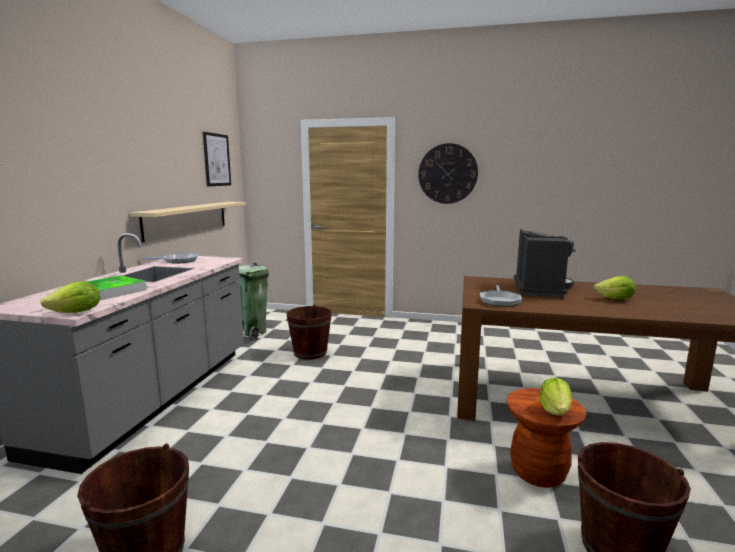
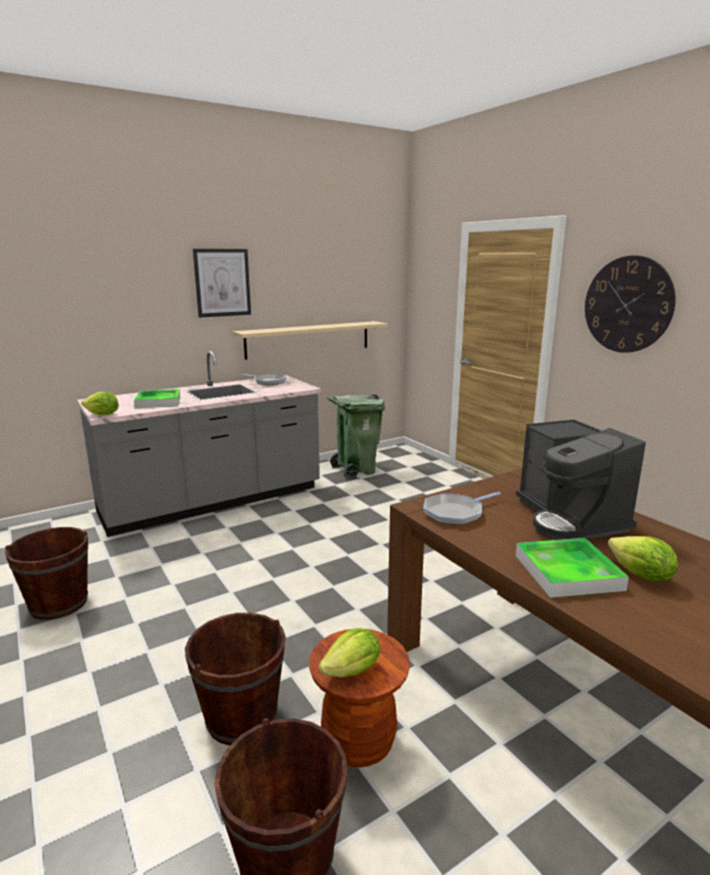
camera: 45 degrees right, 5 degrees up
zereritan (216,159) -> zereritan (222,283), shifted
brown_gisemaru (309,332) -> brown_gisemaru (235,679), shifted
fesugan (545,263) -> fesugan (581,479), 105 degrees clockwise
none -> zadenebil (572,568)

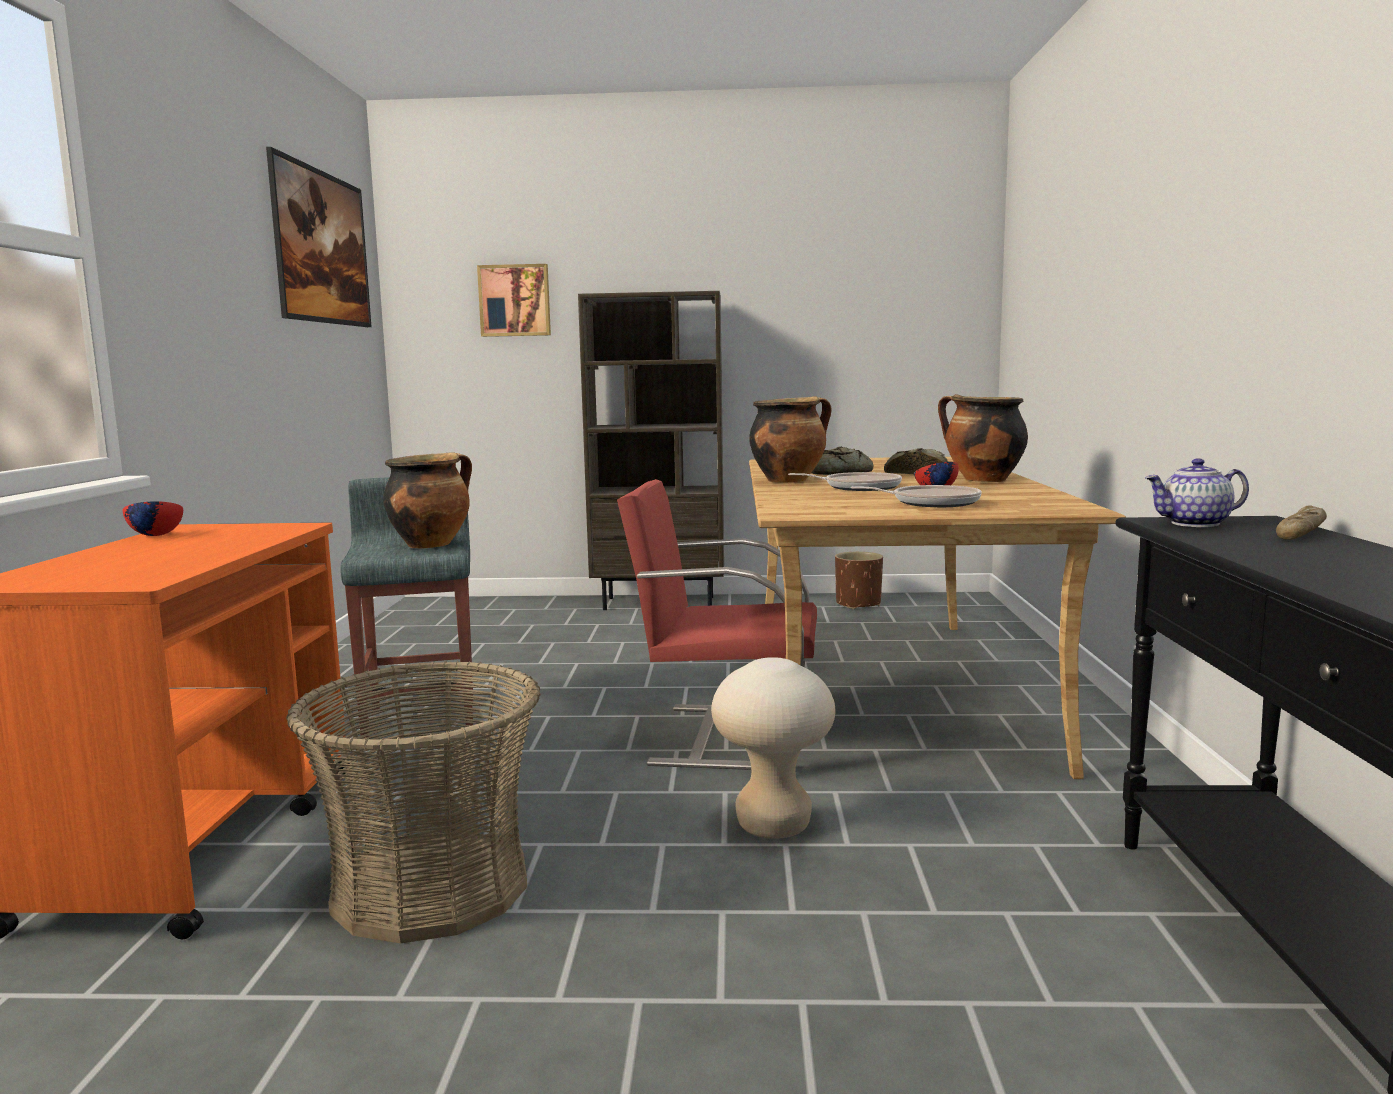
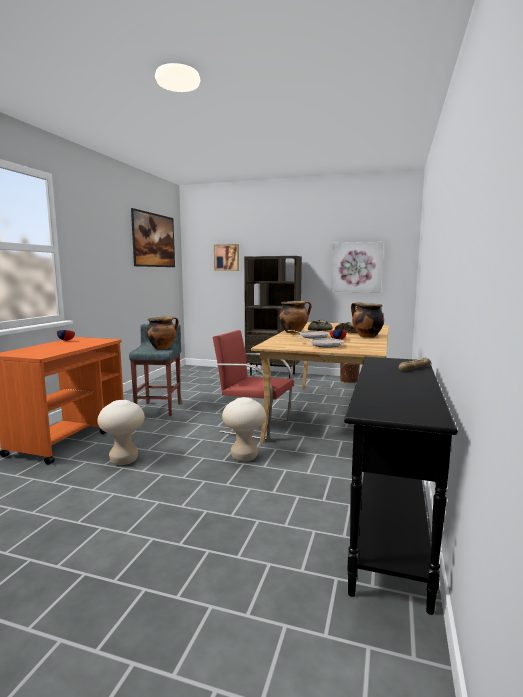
camera: 15 degrees right, 0 degrees up
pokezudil (413,802) -> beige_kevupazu (121,432)
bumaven (1197,492) -> none
none -> zereritan (357,267)

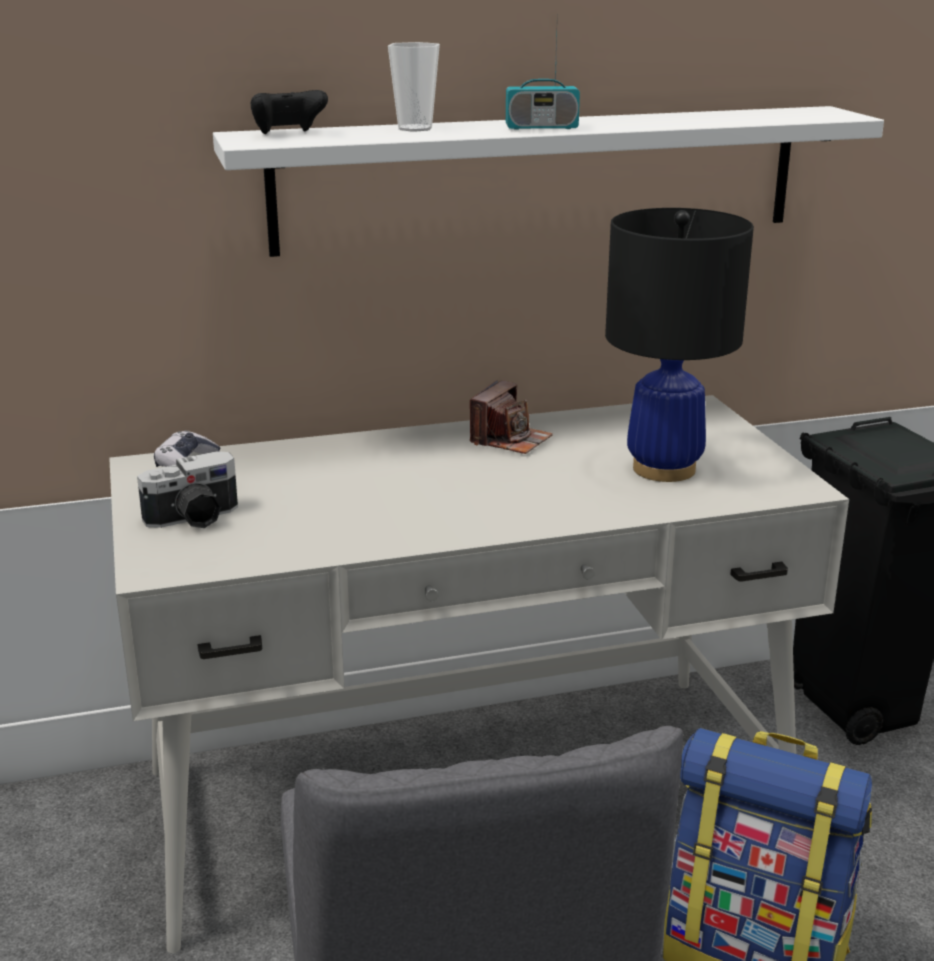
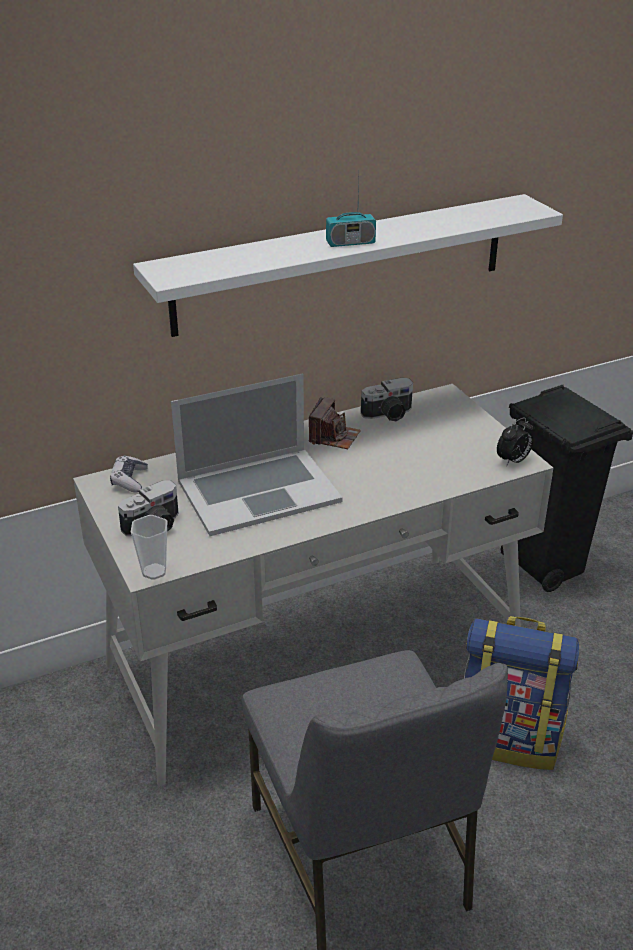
camera: 10 degrees left, 10 degrees up
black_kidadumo (289,112) -> none
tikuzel (414,87) -> tikuzel (149,547), shifted
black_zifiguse (679,345) -> none
none -> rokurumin (257,454)
none -> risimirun (387,399)
none -> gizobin (515,442)

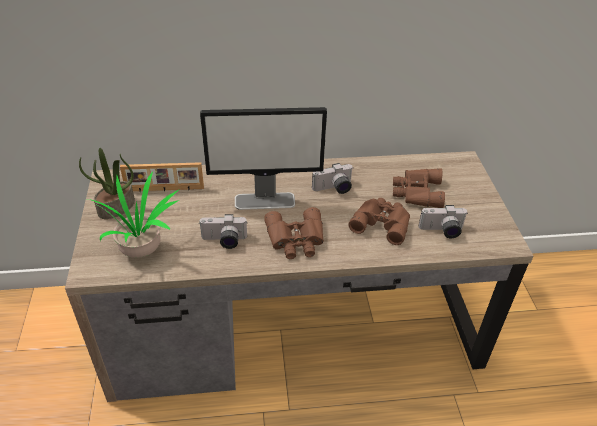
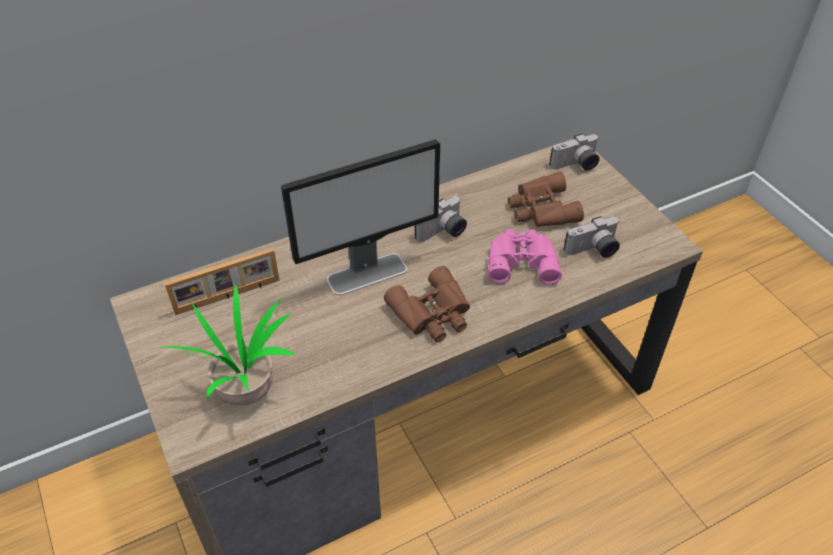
camera: 20 degrees left, 5 degrees up
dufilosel (107,183) -> none
risimirun (223,231) -> risimirun (574,152), shifted
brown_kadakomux (379,221) -> pink_kadakomux (525,257)

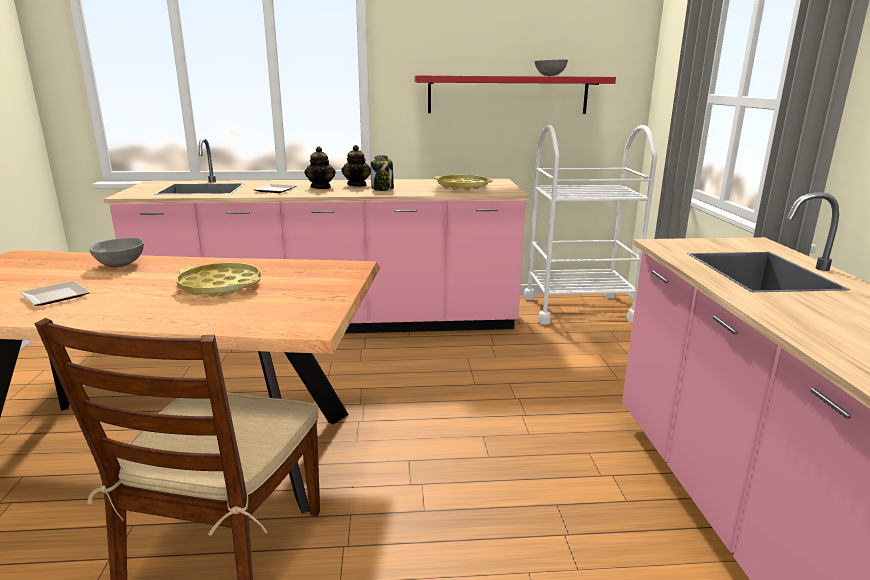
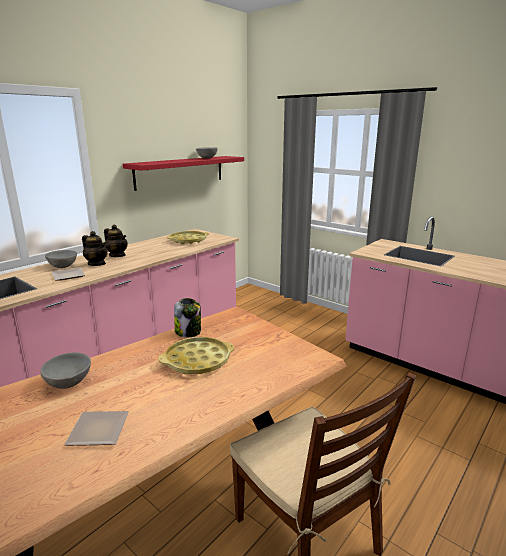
camera: 45 degrees left, 0 degrees up
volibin (382,173) -> volibin (187,317), shifted
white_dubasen (590,225) -> none
none -> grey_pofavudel (61,259)

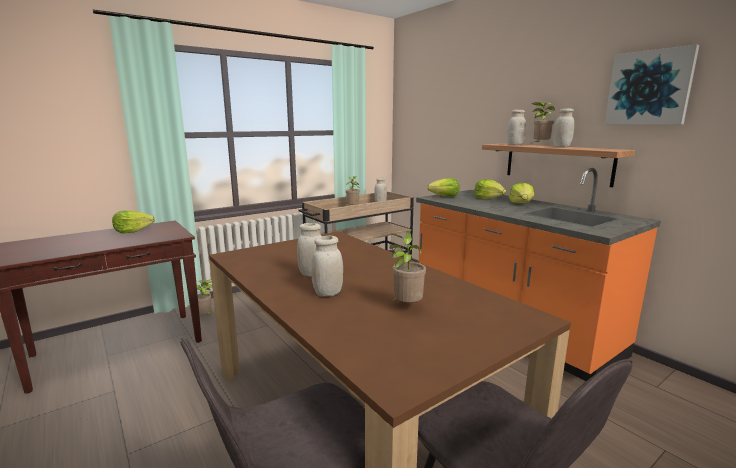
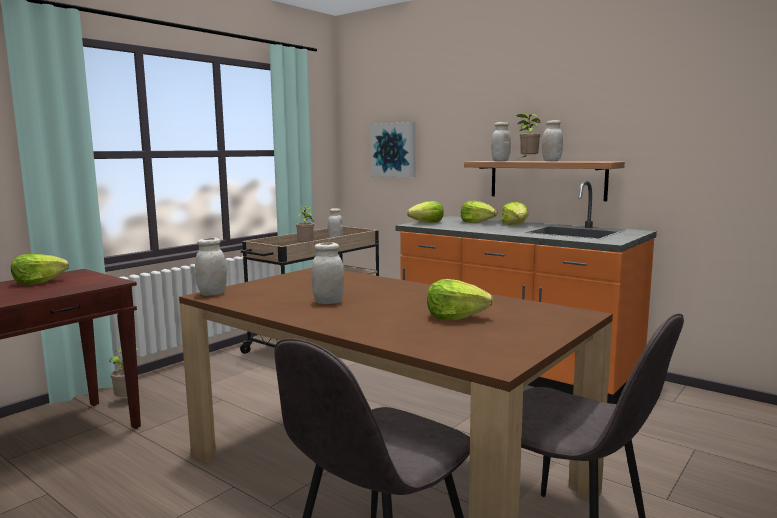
camera: 15 degrees left, 5 degrees down
white_volibin (327,266) -> white_volibin (211,267), shifted
dufilosel (408,267) -> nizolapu (460,299)
zereritan (652,84) -> zereritan (393,149), shifted

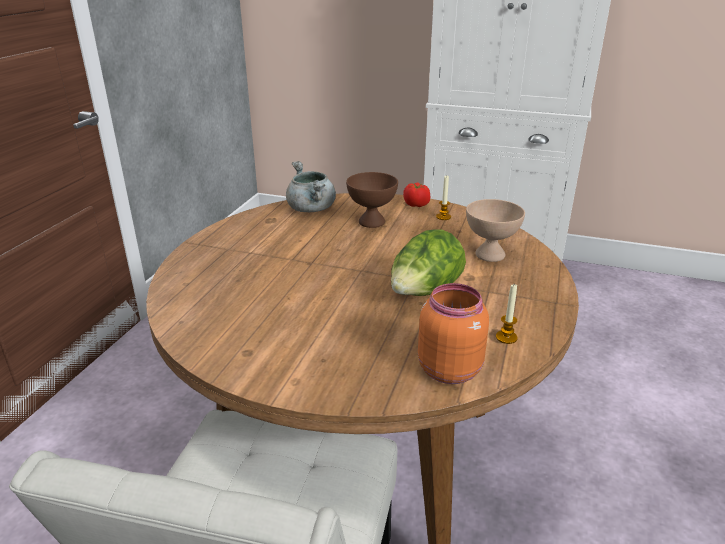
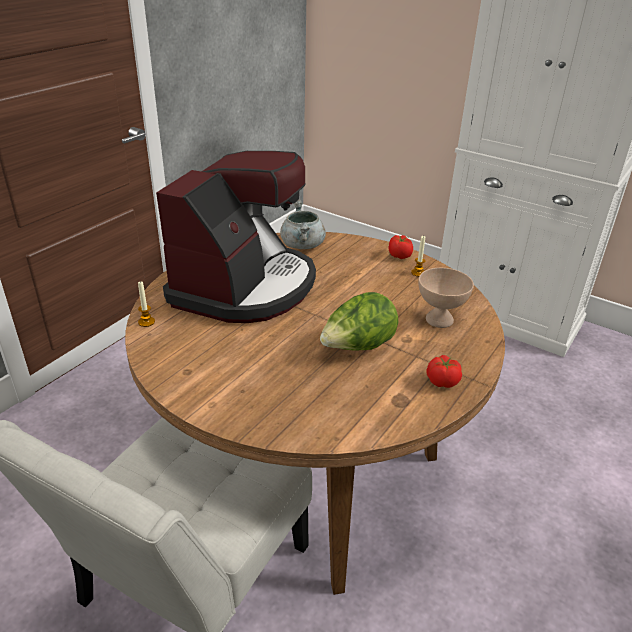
camera: 15 degrees right, 5 degrees up
brown_pofavudel (372,200) -> none
orange_volibin (453,333) -> none
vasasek (507,314) -> vasasek (146,304), shifted
none -> fesugan (236,237)
none -> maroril (444,371)

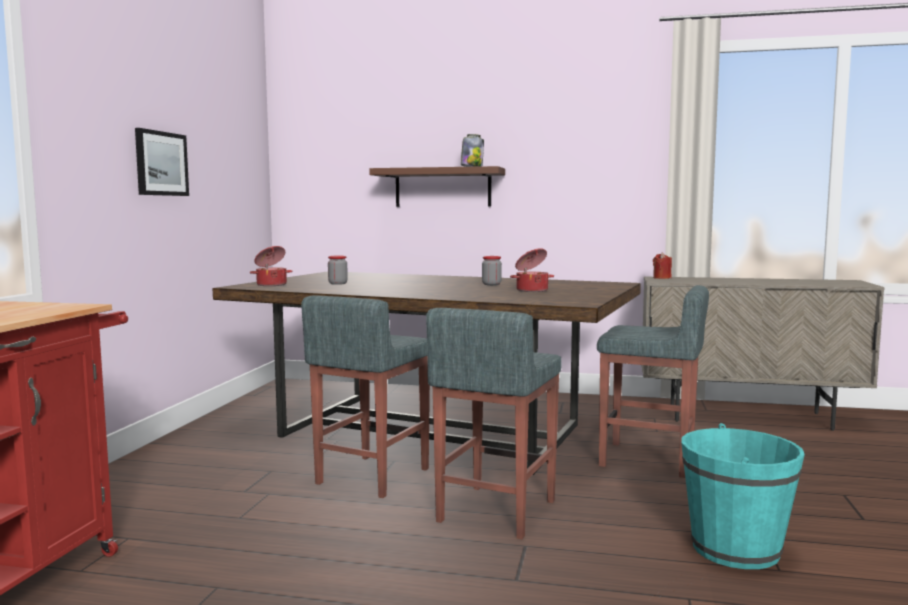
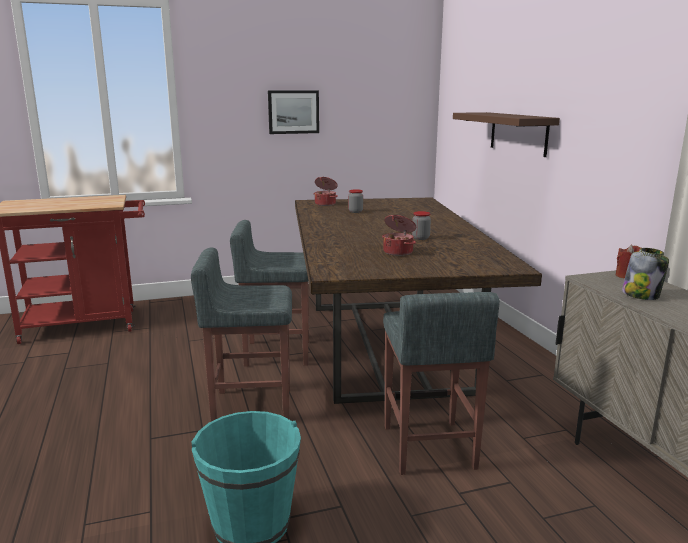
camera: 60 degrees right, 10 degrees up
volibin (472,150) -> volibin (645,274), shifted

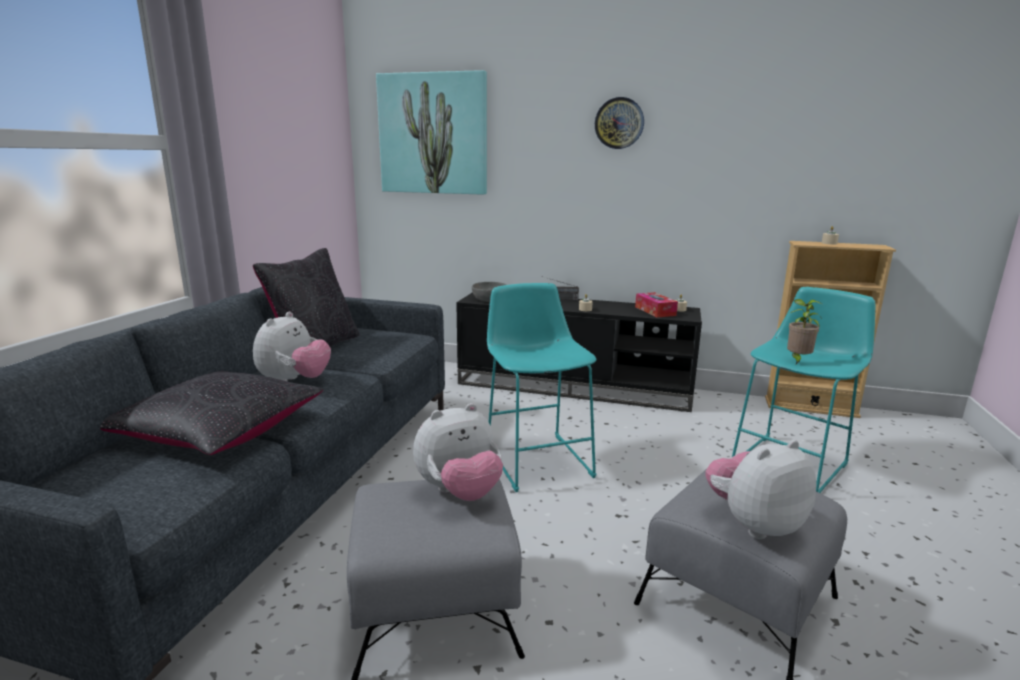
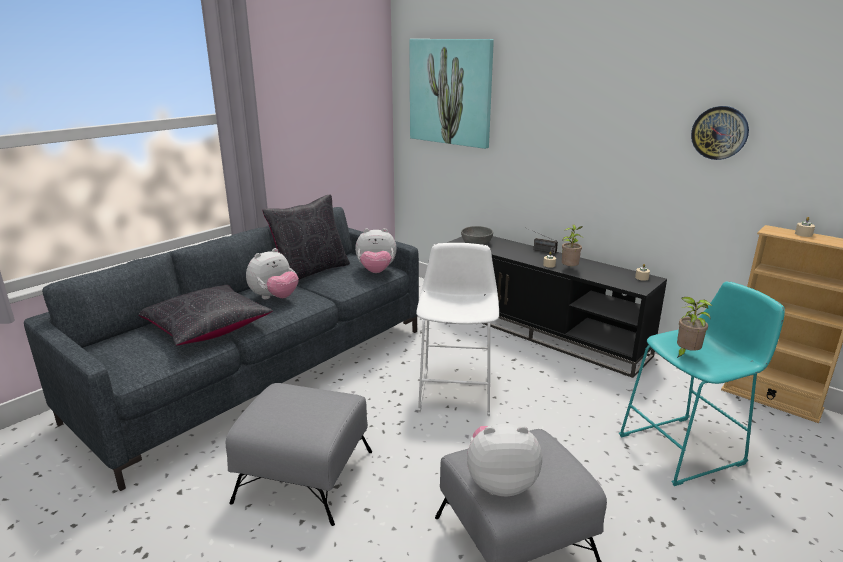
camera: 25 degrees right, 5 degrees up
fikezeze (458,452) -> fikezeze (376,250), shifted
turquoise_kevupazu (542,387) -> white_kevupazu (457,329)
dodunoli (619,123) -> dodunoli (720,133), shifted
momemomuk (656,304) -> none
none -> dufilosel (572,245)

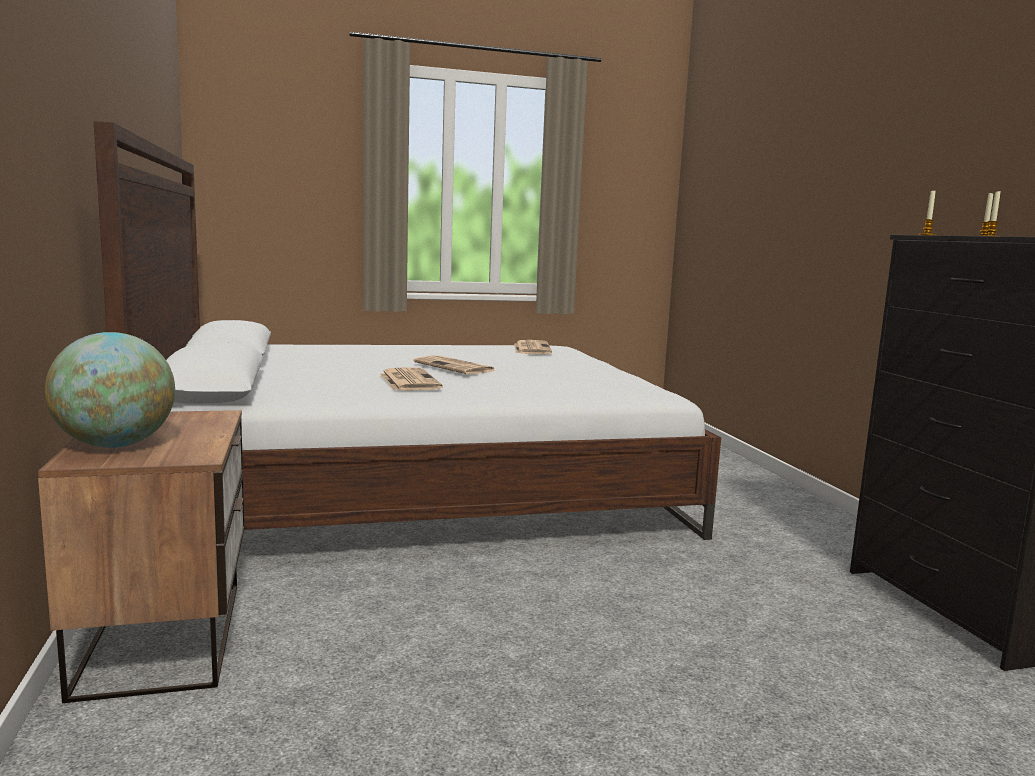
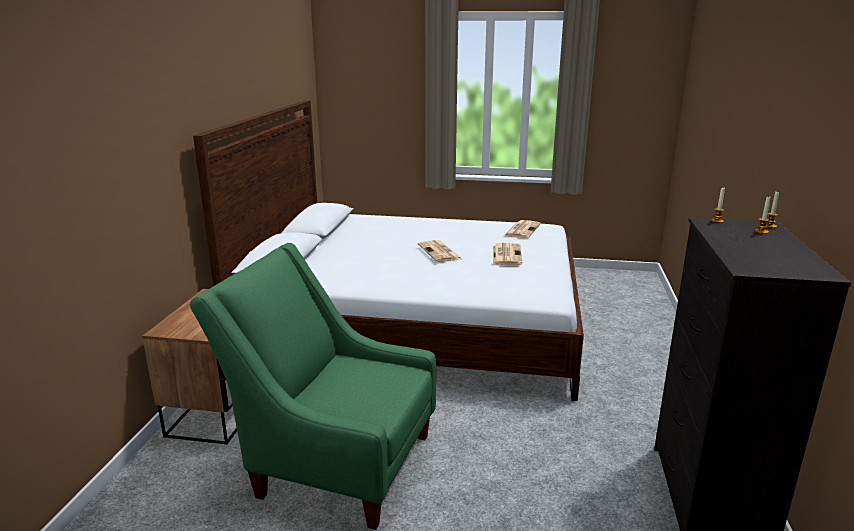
camera: 25 degrees right, 10 degrees up
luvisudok (110,390) -> none
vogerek (411,379) -> vogerek (508,254), shifted
none -> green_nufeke (313,386)

